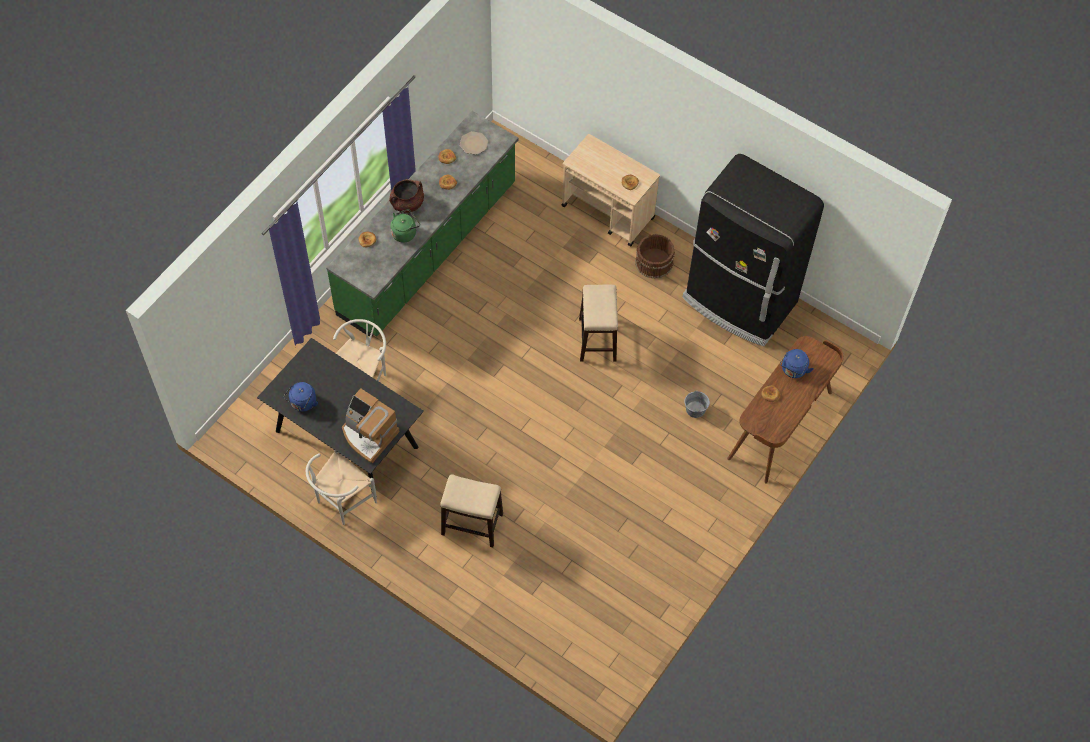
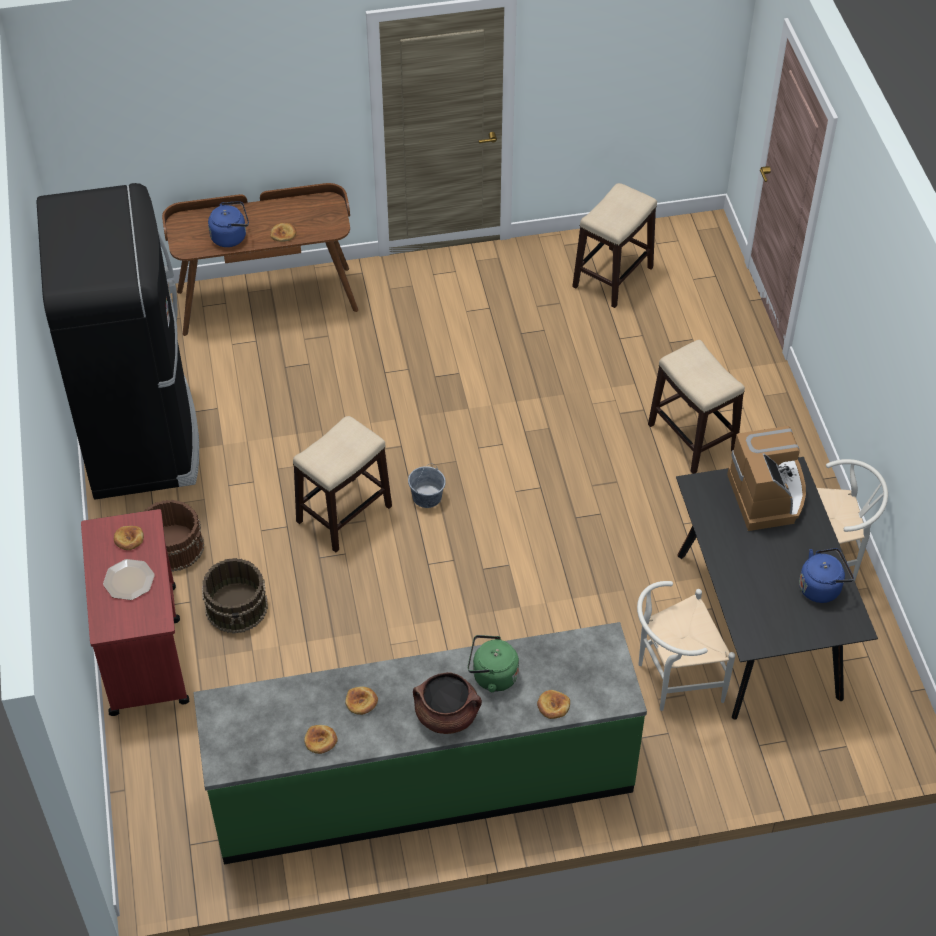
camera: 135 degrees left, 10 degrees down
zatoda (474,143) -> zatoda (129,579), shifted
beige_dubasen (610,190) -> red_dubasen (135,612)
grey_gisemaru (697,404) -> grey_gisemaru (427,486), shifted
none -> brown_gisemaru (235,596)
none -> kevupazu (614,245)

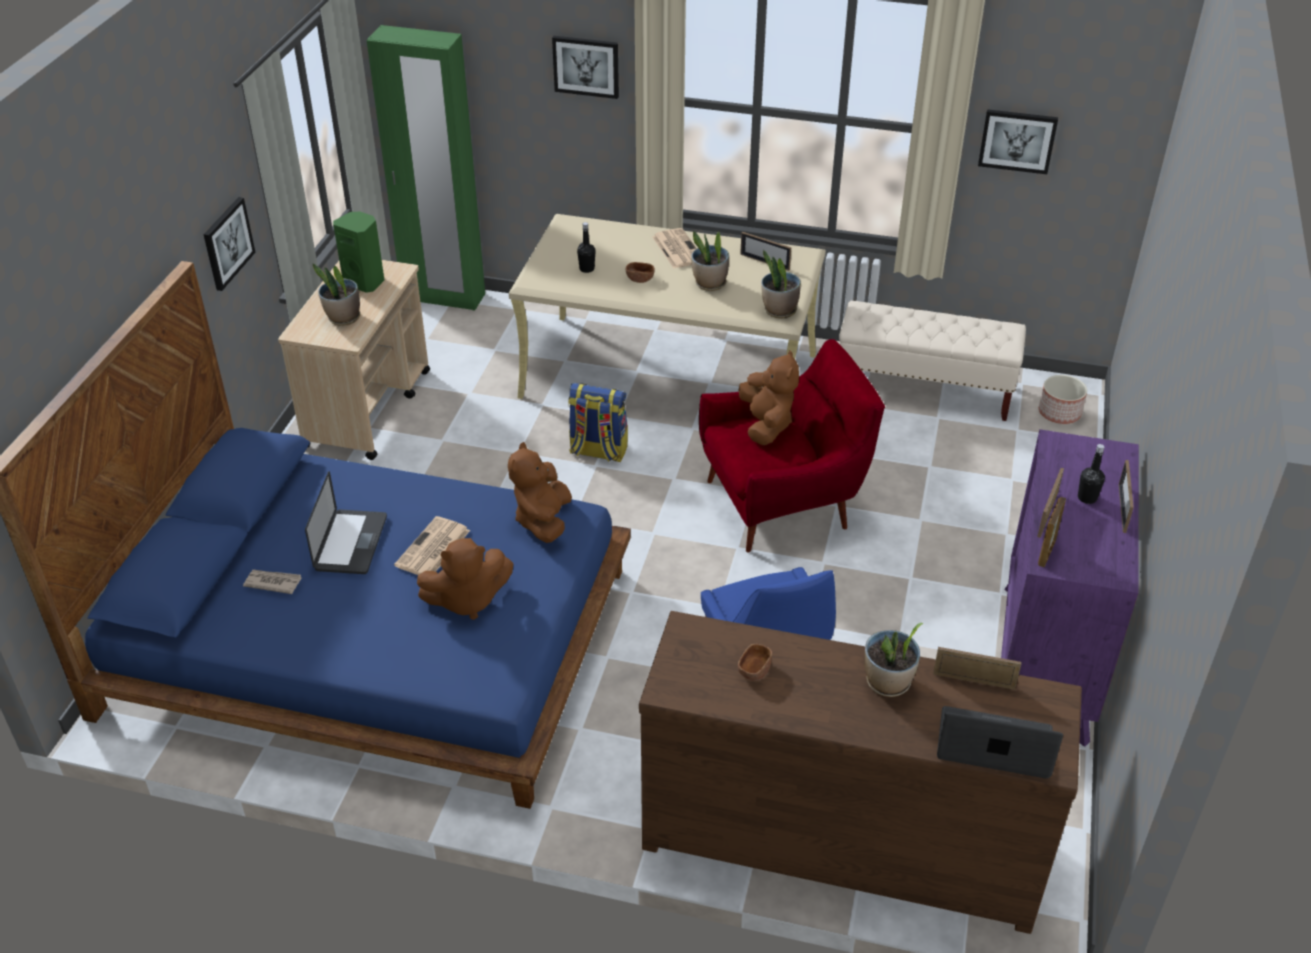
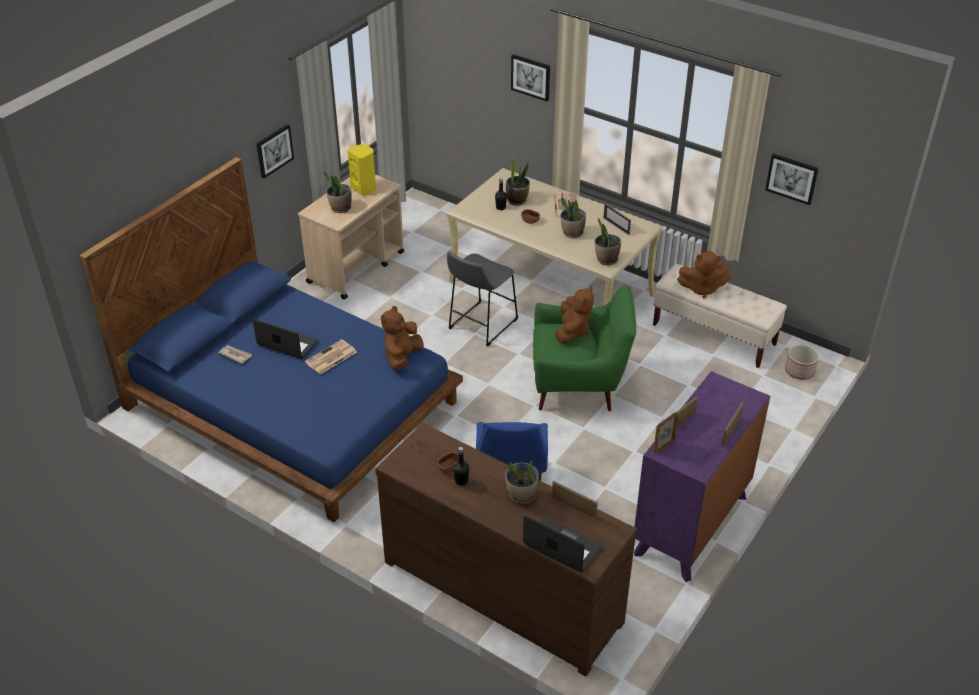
camera: 20 degrees right, 0 degrees up
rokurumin (346,522) -> rokurumin (285,339), 90 degrees counterclockwise
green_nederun (358,252) -> yellow_nederun (362,170)
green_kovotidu (426,168) -> none
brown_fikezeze (465,579) -> brown_fikezeze (704,275), shifted
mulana (598,422) -> grey_kevupazu (482,299)
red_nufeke (792,446) -> green_nufeke (584,348)
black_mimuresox (1091,474) -> black_mimuresox (461,466), shifted
none -> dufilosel (518,181)

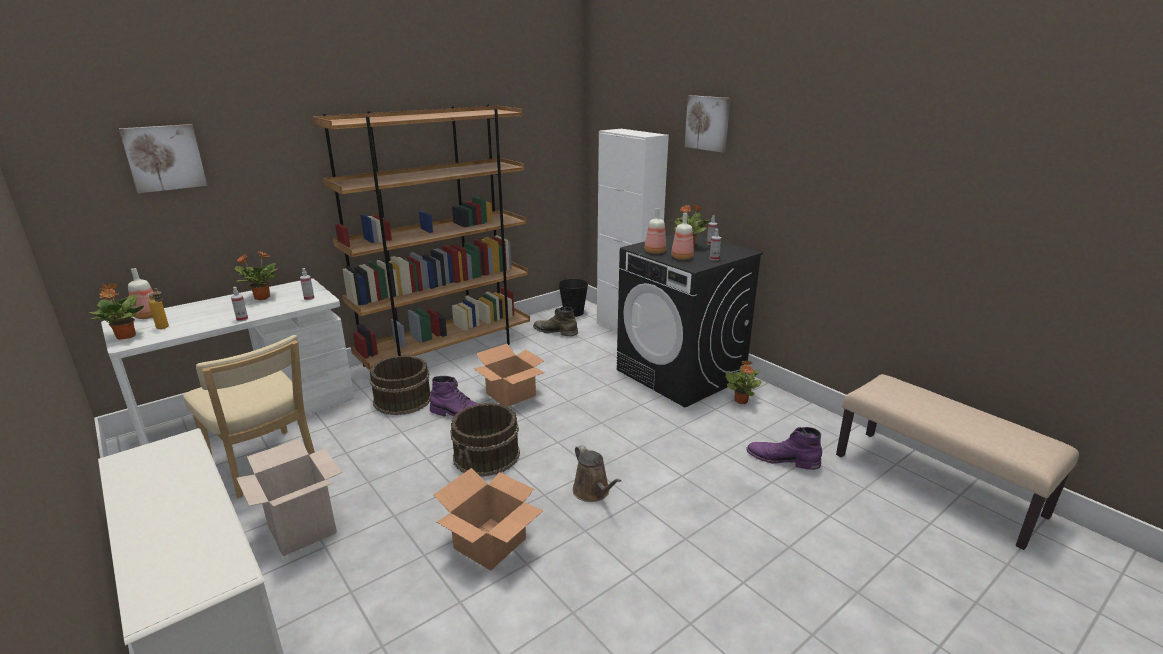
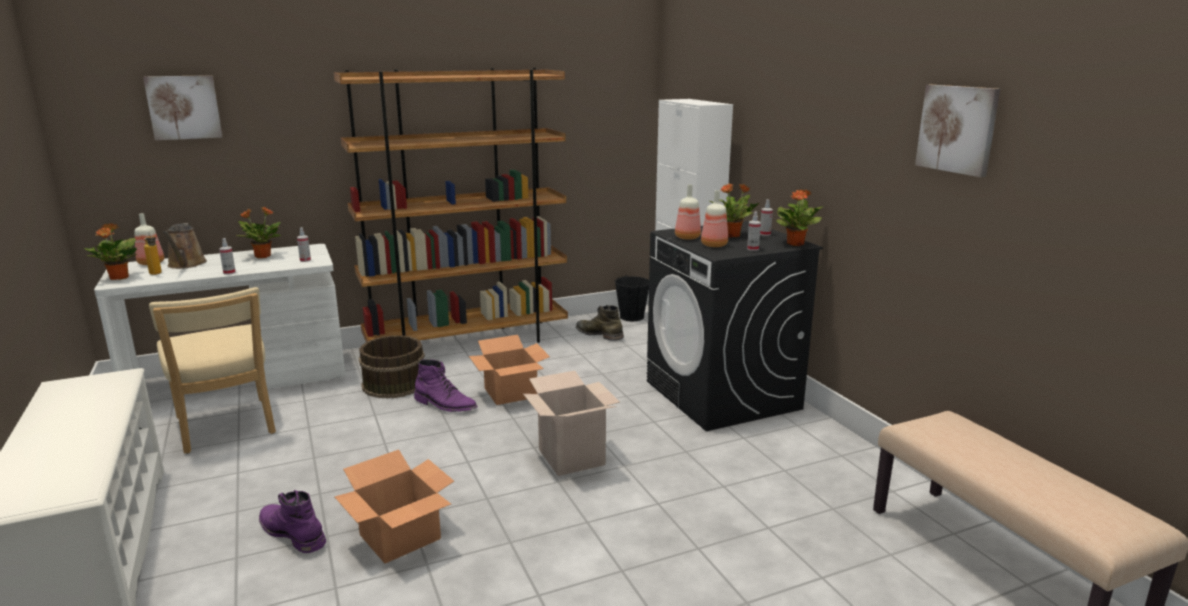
camera: 15 degrees right, 5 degrees down
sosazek (289,497) -> sosazek (571,423), shifted
brown_gisemaru (485,440) -> none
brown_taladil (597,473) -> brown_taladil (185,246), shifted
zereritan (707,124) -> zereritan (958,131), shifted
dufilosel (743,382) -> dufilosel (800,217), shifted
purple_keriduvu (784,448) -> purple_keriduvu (292,521), shifted

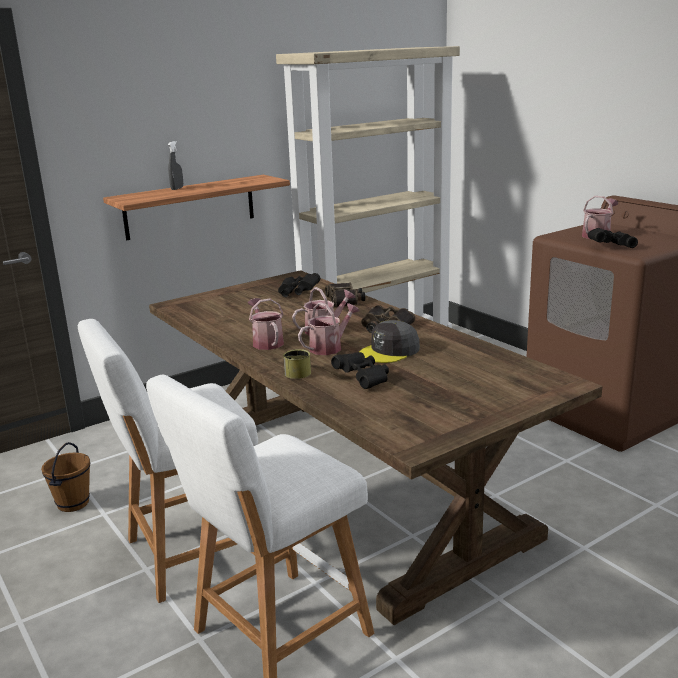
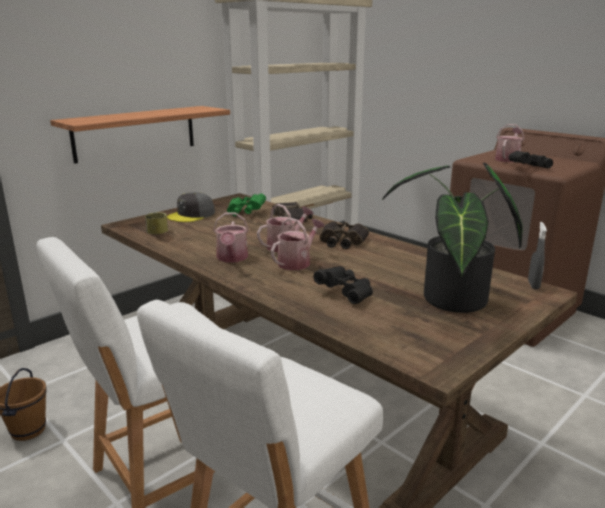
camera: 10 degrees left, 0 degrees up
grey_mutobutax (175,165) -> grey_mutobutax (537,255), shifted
taladil (266,324) -> taladil (231,237), 150 degrees counterclockwise
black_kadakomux (299,285) -> green_kadakomux (246,205)
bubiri (297,364) -> bubiri (156,223), shifted
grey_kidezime (389,341) -> grey_kidezime (191,207), shifted
none -> dufilosel (452,238)

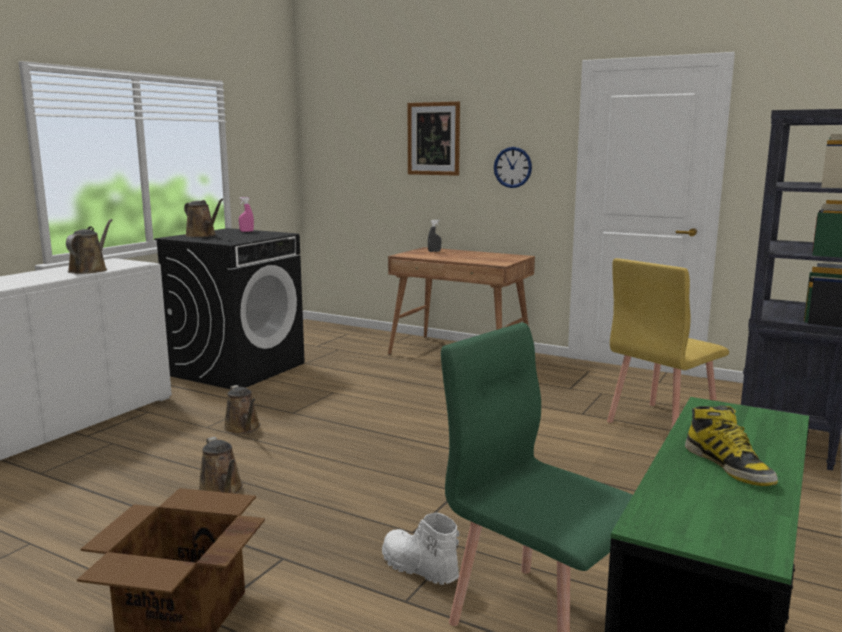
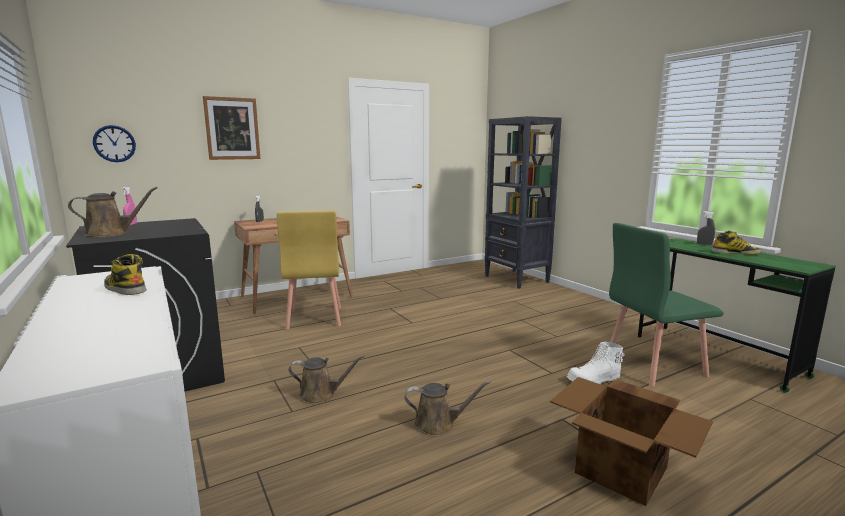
camera: 60 degrees left, 0 degrees up
brown_taladil (89,246) -> keriduvu (125,274)
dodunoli (513,167) -> dodunoli (114,143), shifted
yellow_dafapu (668,342) -> yellow_dafapu (309,270), shifted
none -> grey_mutobutax (706,228)

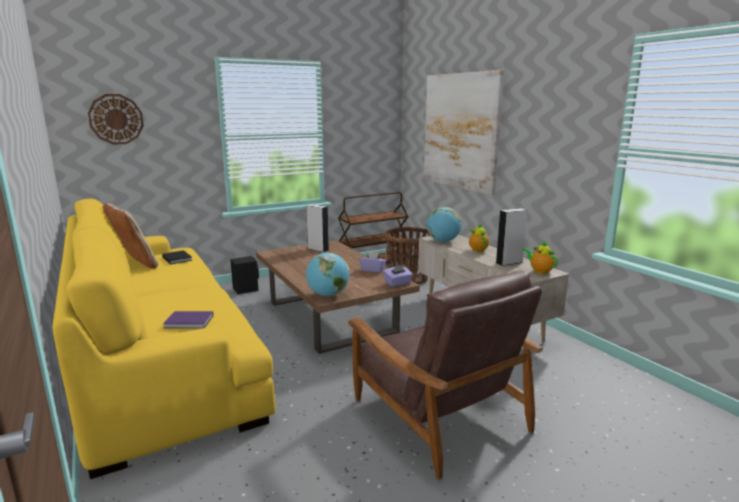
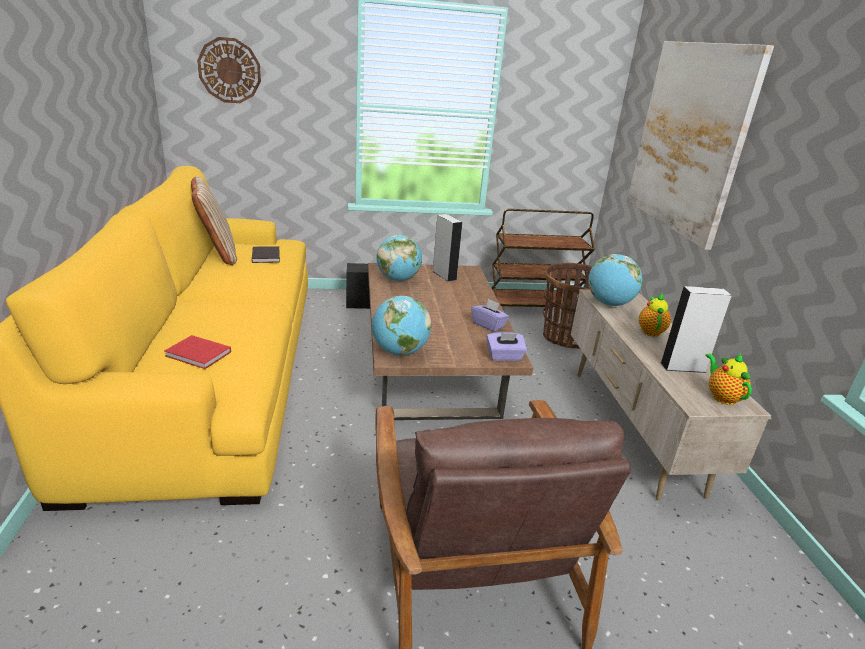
camera: 20 degrees right, 10 degrees up
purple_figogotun (188,320) -> red_figogotun (197,352)
none -> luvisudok (399,258)

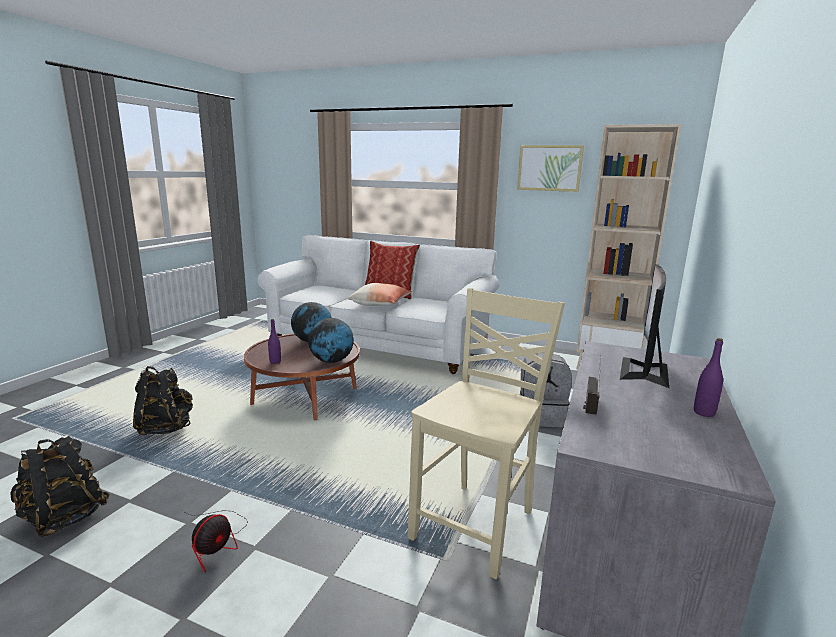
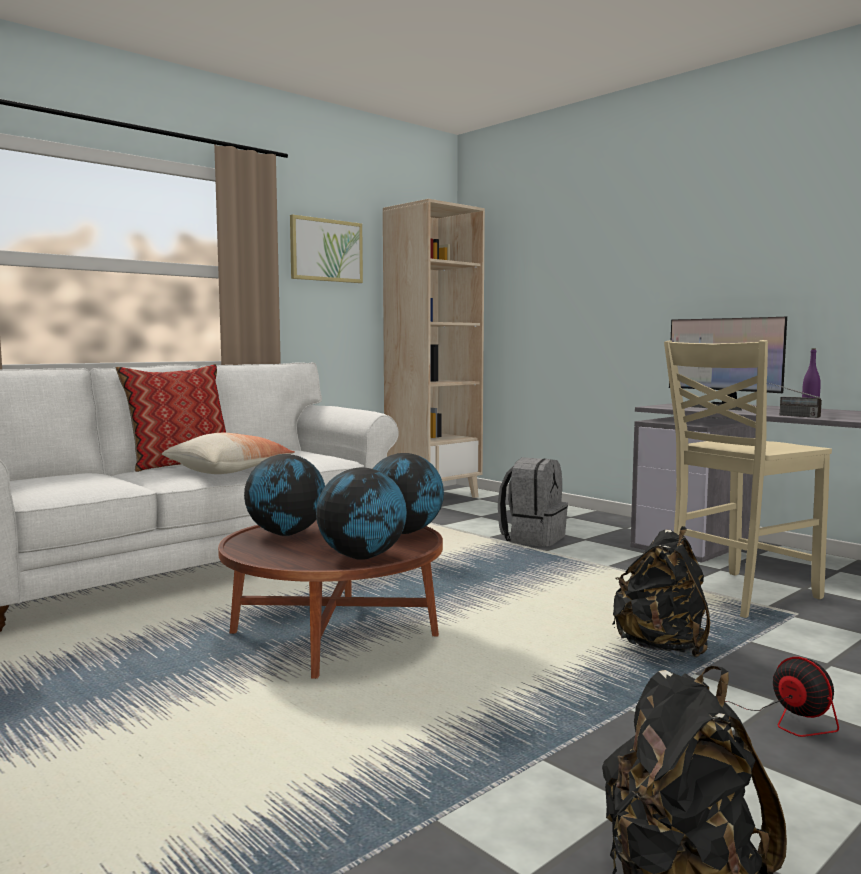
camera: 65 degrees left, 10 degrees down
black_mulana (163,400) -> black_mulana (661,592), shifted
purple_mimuresox (274,341) -> luvisudok (361,514)
beige_dafapu (486,434) -> beige_dafapu (748,479), 90 degrees counterclockwise

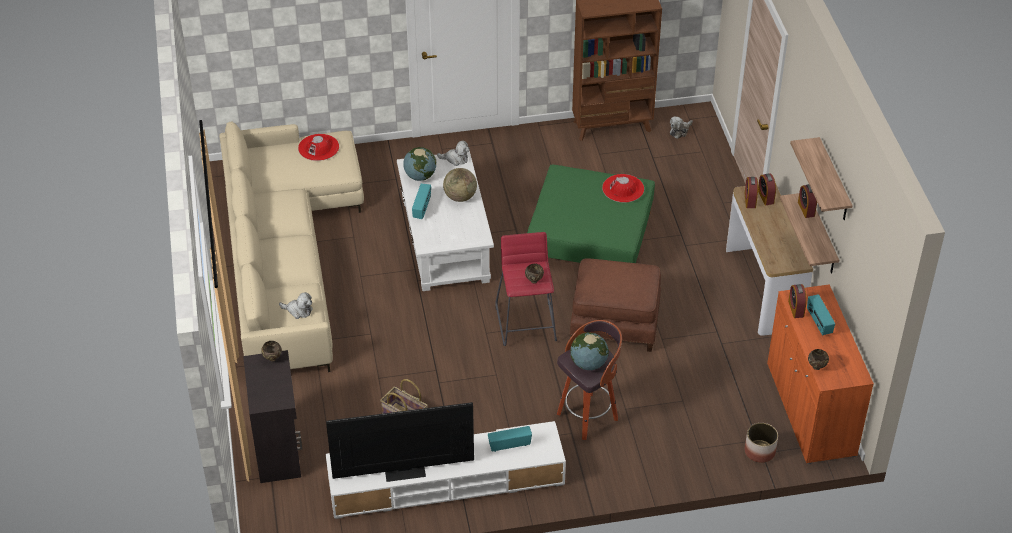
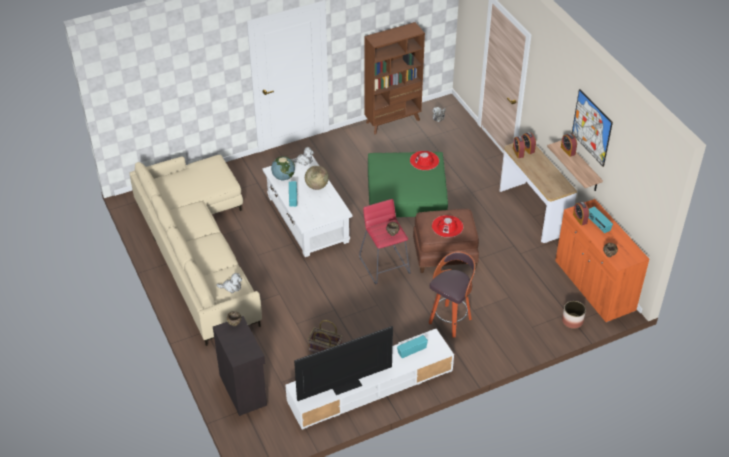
camera: 15 degrees left, 0 degrees up
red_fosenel (318,147) -> red_fosenel (447,226), shifted
luvisudok (589,351) -> none
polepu (821,178) -> zereritan (592,128)

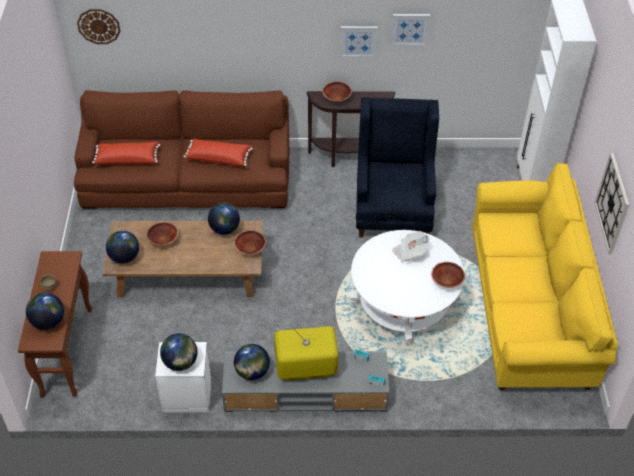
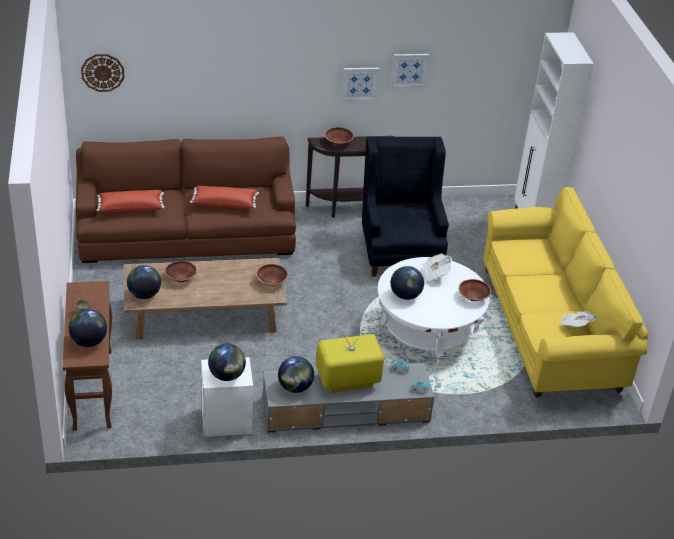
camera: 10 degrees left, 10 degrees down
luvisudok (224,219) -> luvisudok (407,283), shifted
dodunoli (611,203) -> none
none -> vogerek (578,319)

